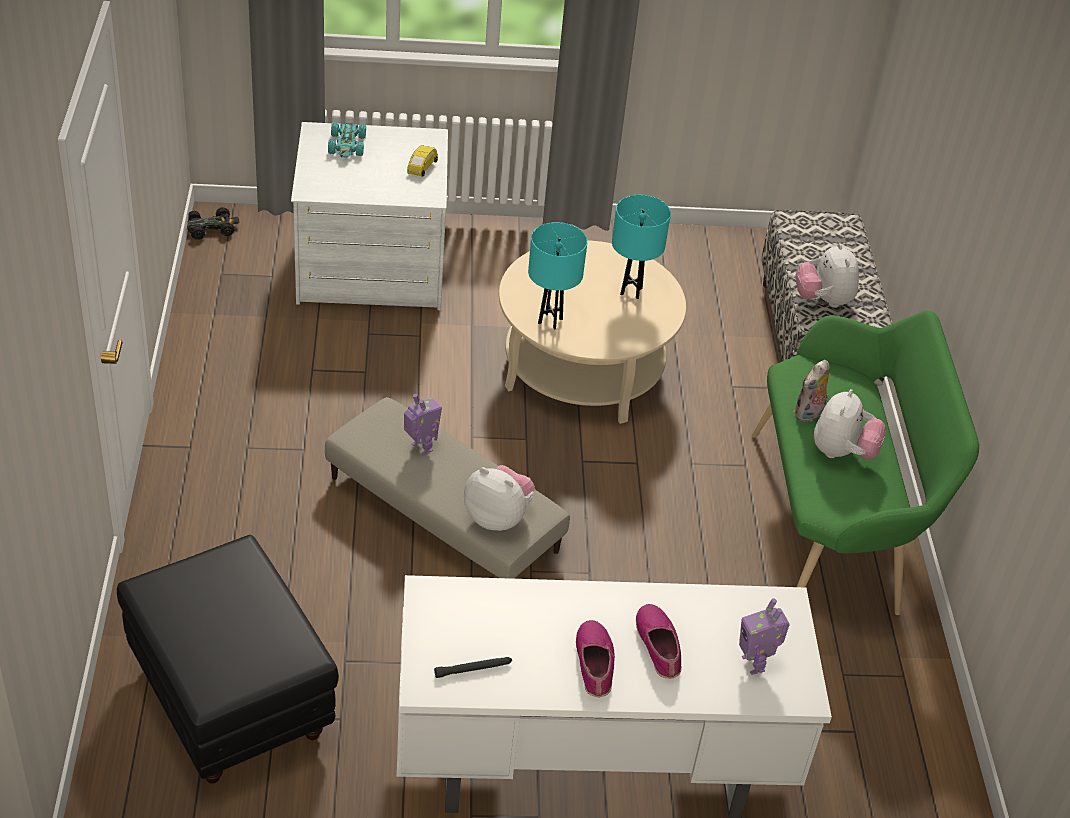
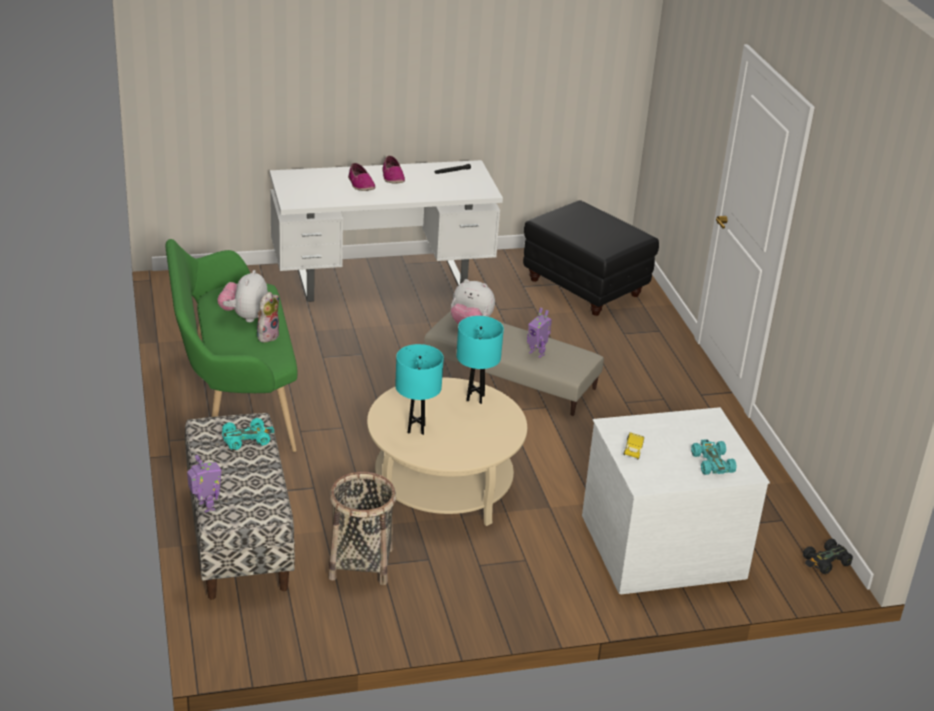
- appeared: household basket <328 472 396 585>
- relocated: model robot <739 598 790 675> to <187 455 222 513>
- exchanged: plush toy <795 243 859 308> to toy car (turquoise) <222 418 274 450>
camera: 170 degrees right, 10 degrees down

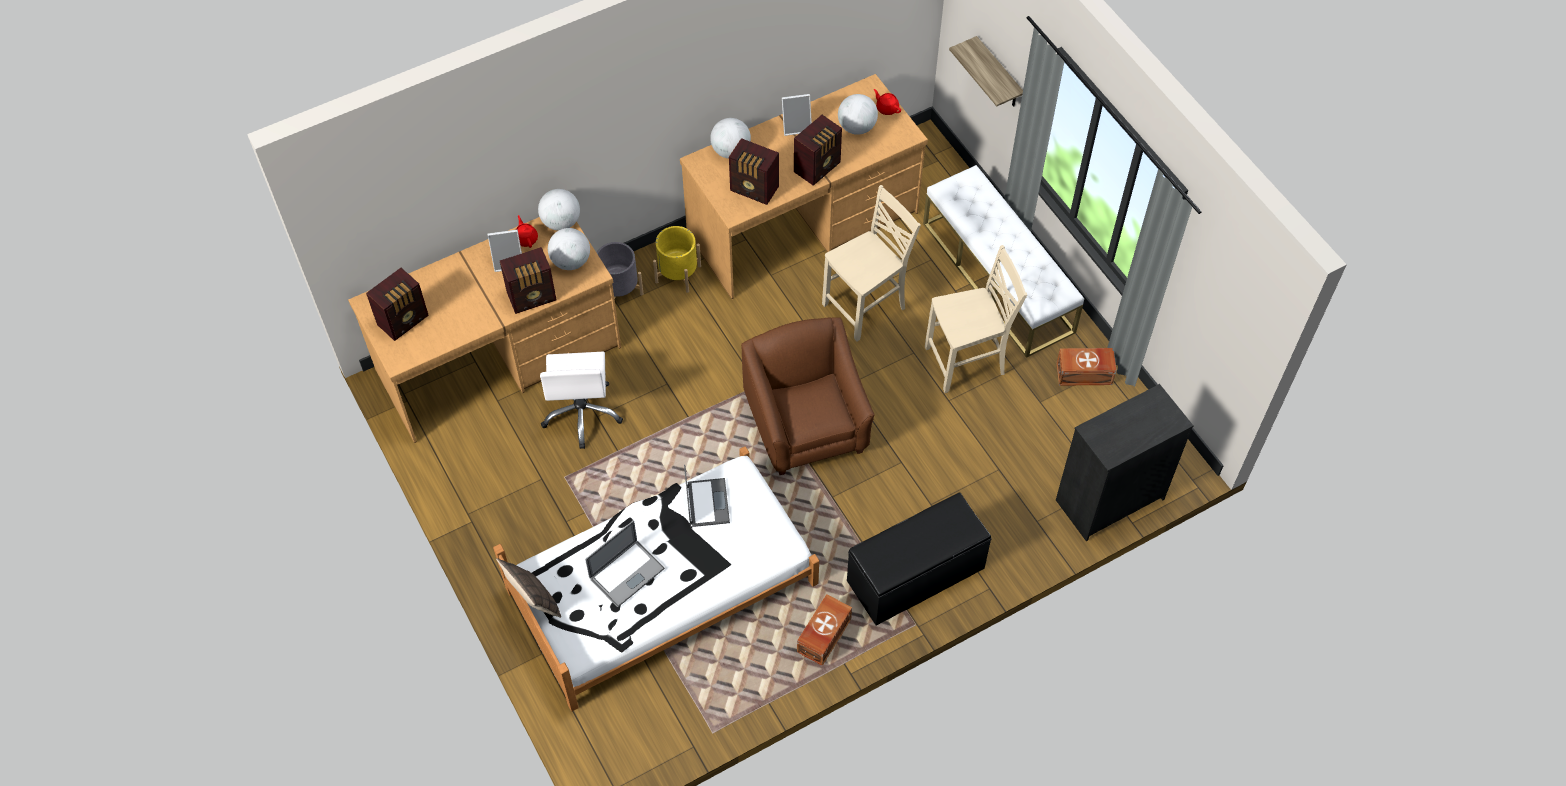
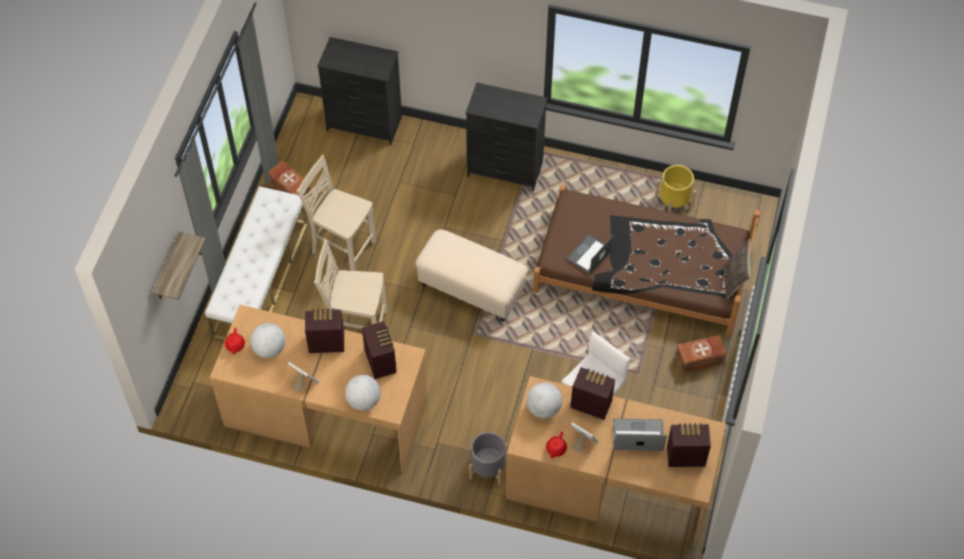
- missing: world globe <538 189 580 231>
- relocated: laptop <585 521 665 607> to <613 419 667 451>
- relocated: flower pot (yellowish) <653 226 701 293> to <655 165 696 213>
- relocated: storage bin (brown) <797 594 852 666> to <676 335 726 373>
- exchanged: easy chair (brown) <741 317 875 475> to footrest (beige-coloured) <416 229 528 321>
- exchanged: long seat (black) <847 492 992 626> to dresser (black) <466 82 547 191>
- colour: sleeping bed (white-coloured) <493 446 819 712> to sleeping bed (brown) <533 184 761 338>
camera: 135 degrees left, 0 degrees up

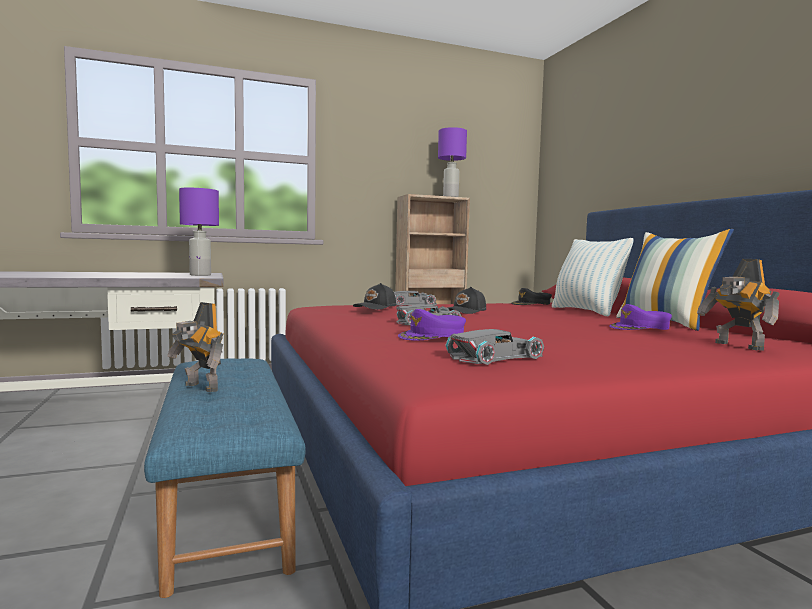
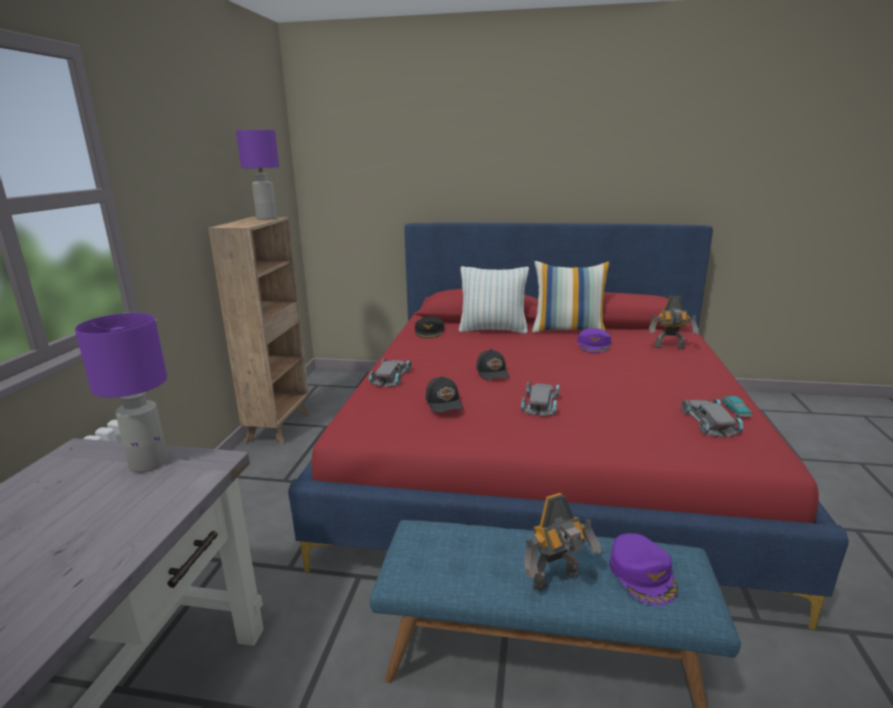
- appeared: toy car <721 396 752 417>
- relocated: baseball cap (purplish) <398 309 466 341> to <610 533 678 605>
camera: 60 degrees left, 15 degrees up

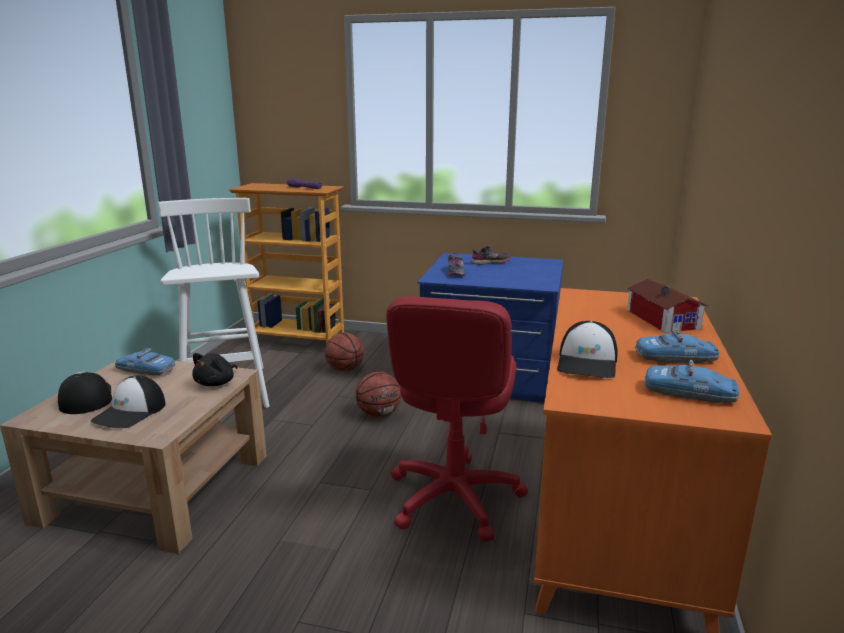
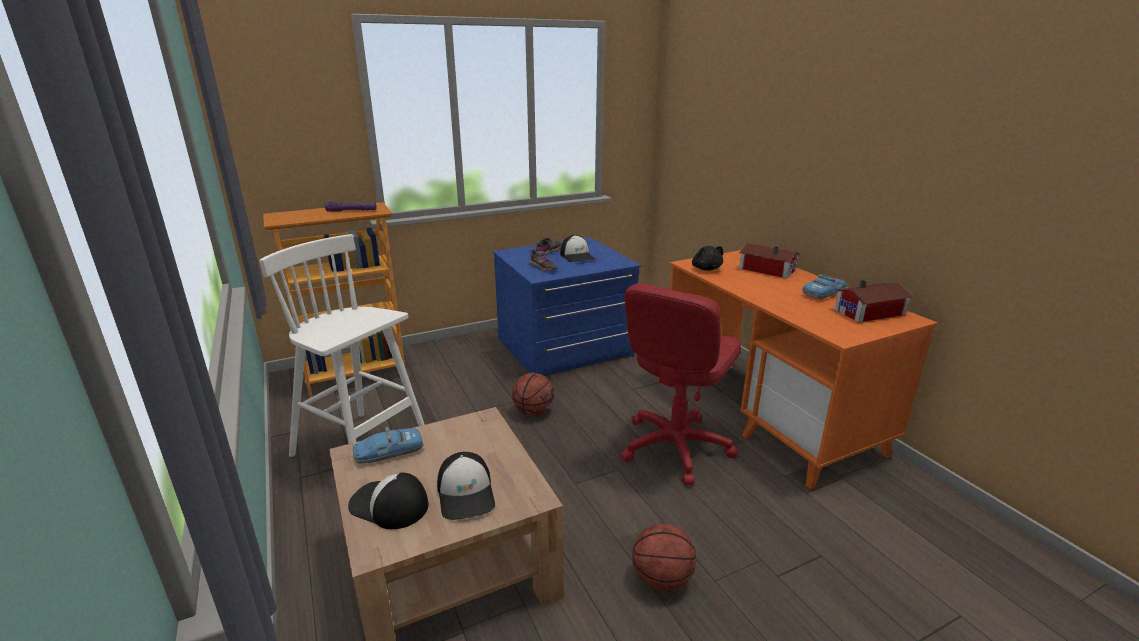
- relocated: plush toy (black) <192 353 237 386> to <692 246 723 271>
- relocated: ball for basketball <325 333 364 371> to <633 524 696 591>
- relocated: baseball cap <557 321 618 378> to <560 235 595 262>
- exchanged: toy car <644 359 739 403> to toy house <834 280 914 323>
- spun: office chair (red-coloured) <386 296 528 542> = <620 283 741 485> 60 degrees clockwise
camera: 40 degrees left, 5 degrees up

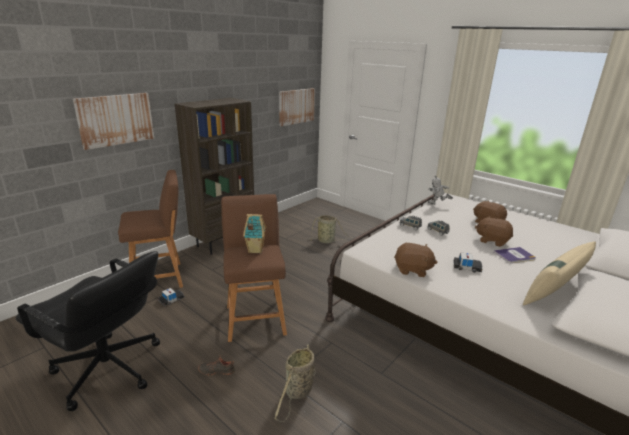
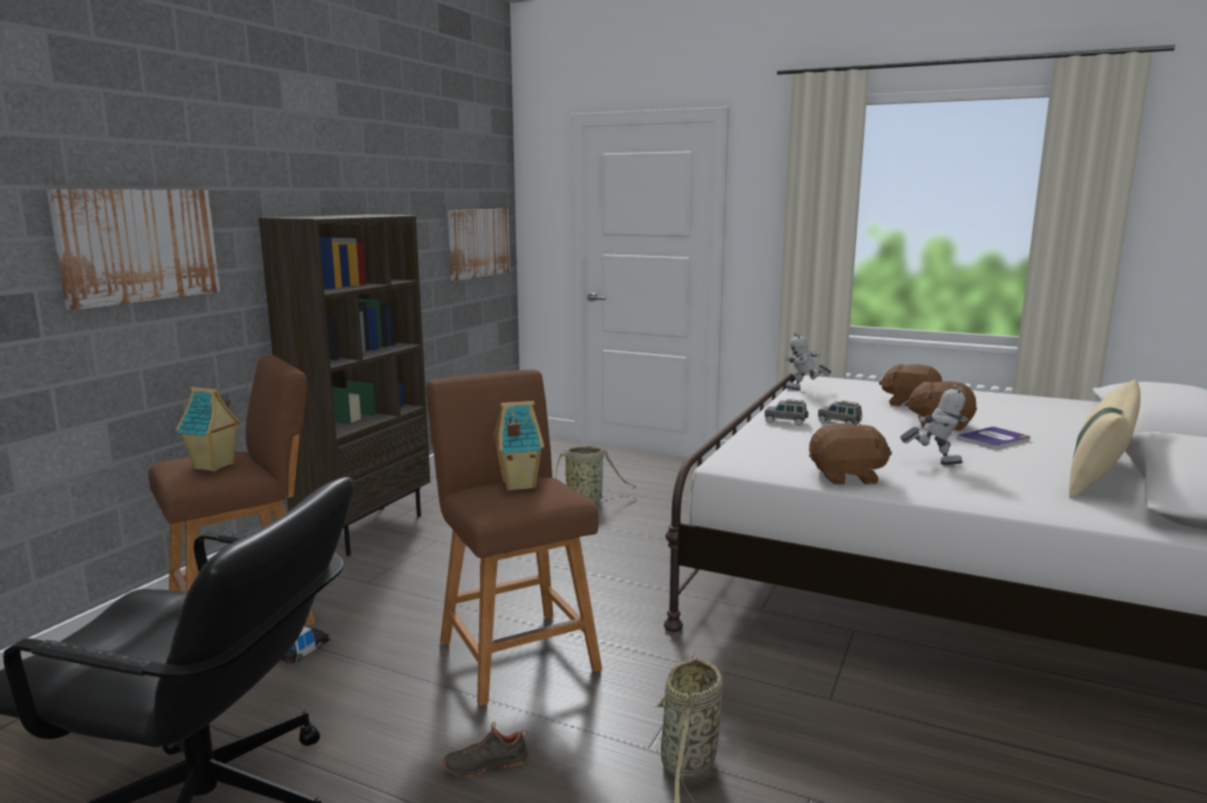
- appeared: toy house <176 387 241 472>
- exchanged: toy car <453 252 482 273> to model robot <900 384 968 465>
camera: 15 degrees left, 10 degrees down

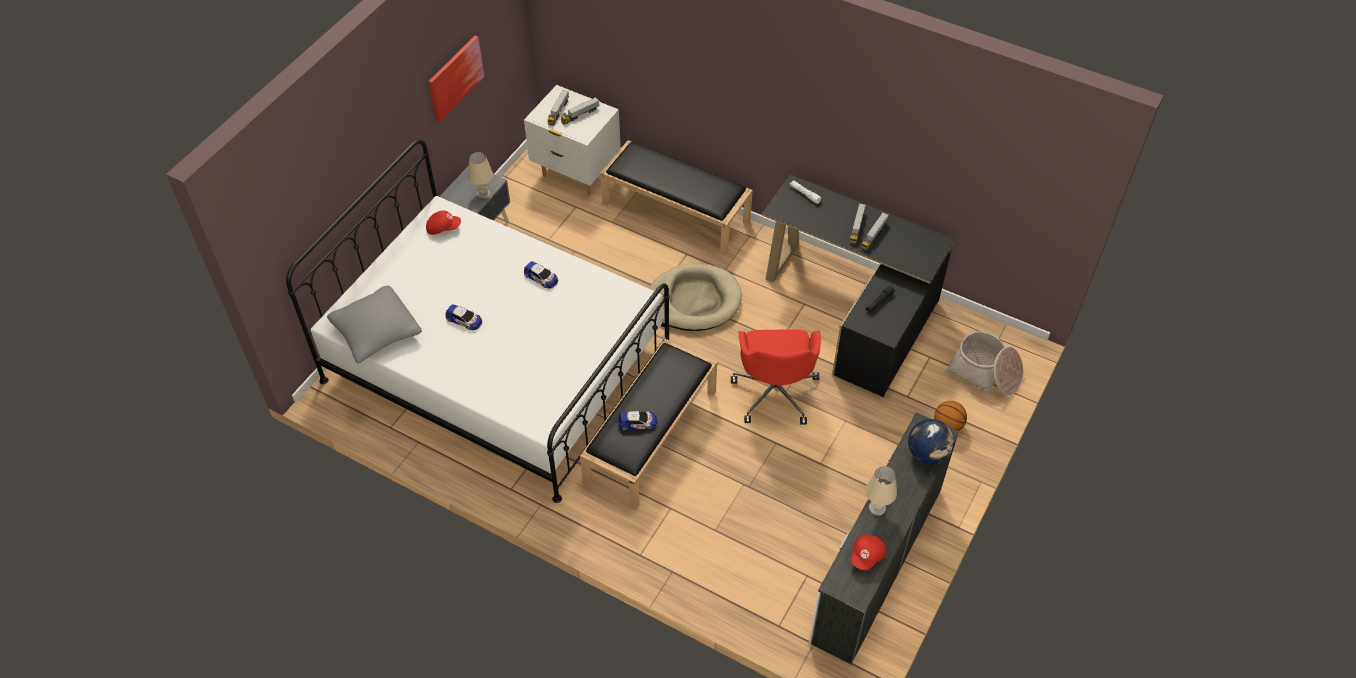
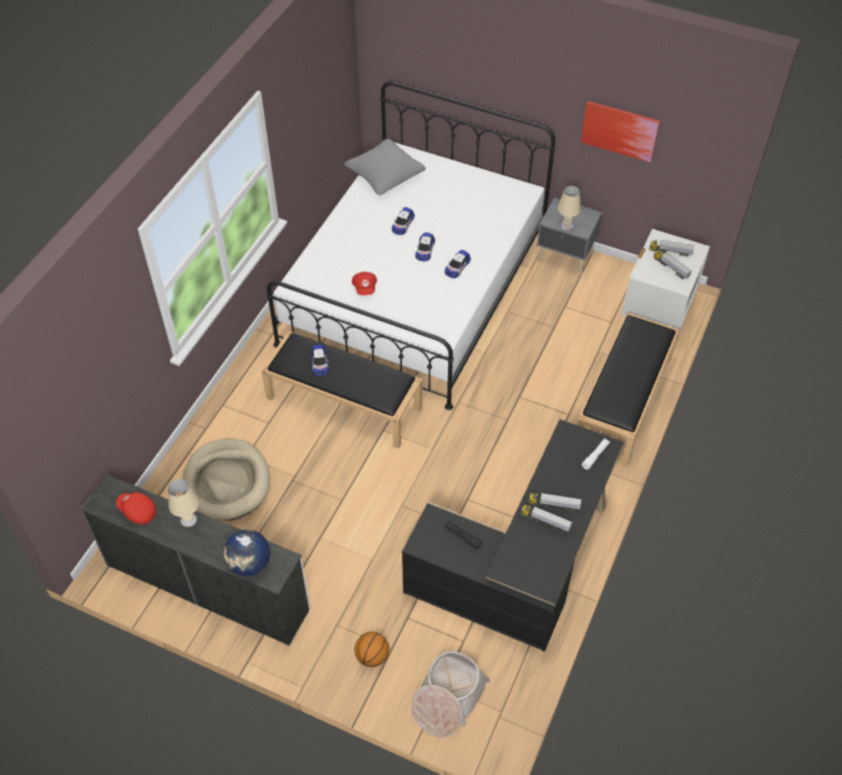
- missing: office chair (red-coloured) <731 329 821 425>
- appeared: toy car <415 233 435 261>
- relocated: baseball cap (red-coloured) <426 210 461 235> to <352 272 377 295>
- relocated: dog bed (beige-coloured) <649 263 742 331> to <182 439 270 521>
camera: 85 degrees right, 0 degrees up

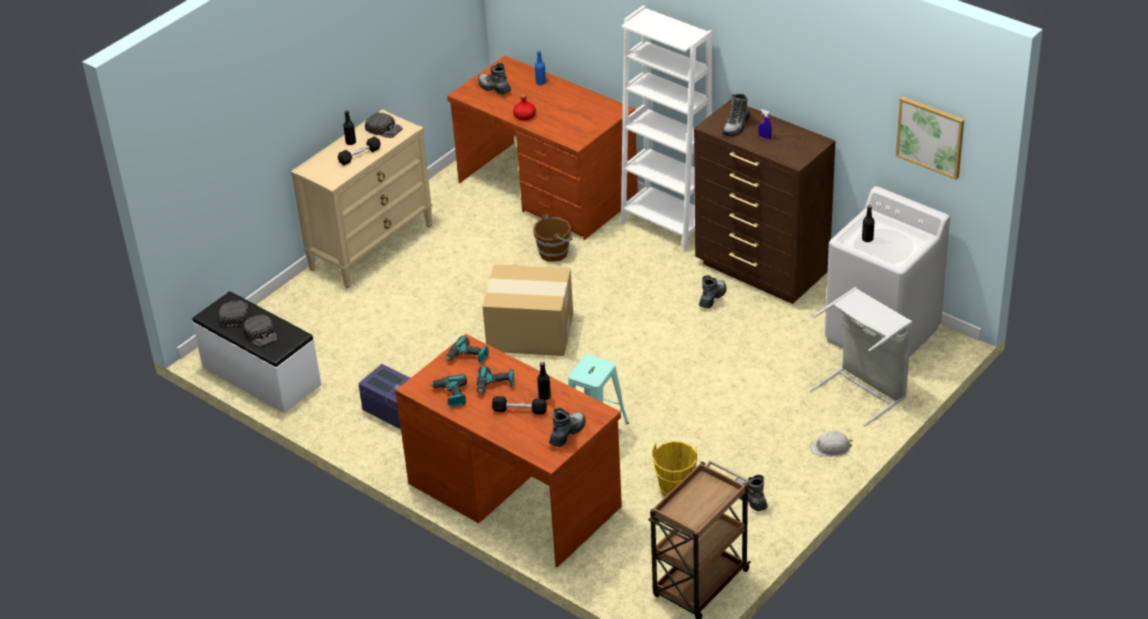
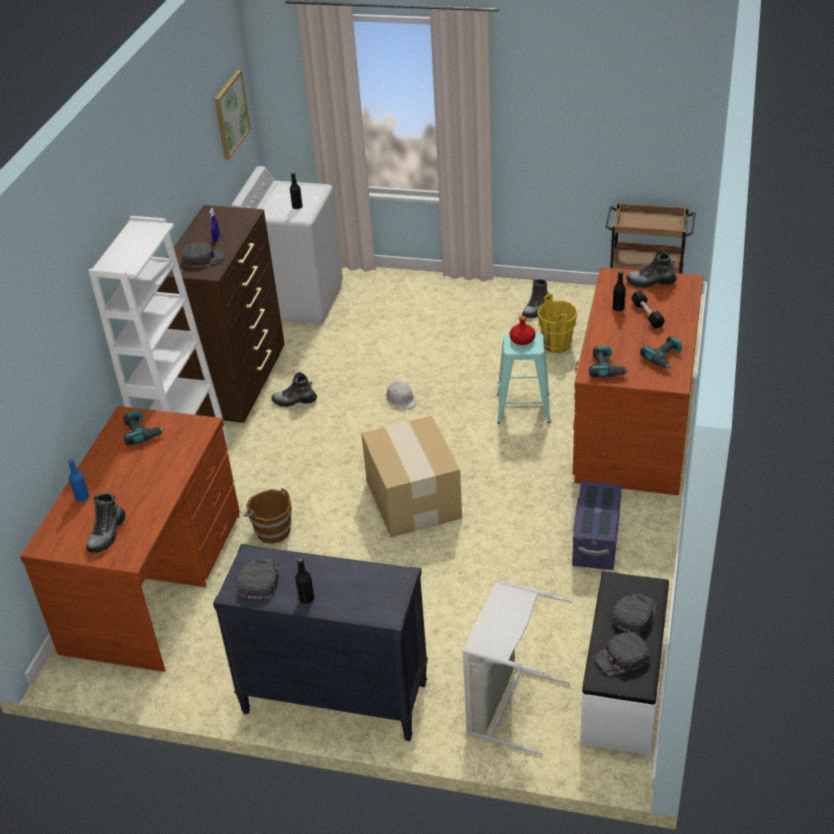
- missing: dumbbell (black) <338 137 381 165>
- relocated: electric drill <477 366 514 394> to <123 410 165 445>
- relocated: beverage bottle (red-coloured) <513 94 536 120> to <510 316 535 345>
- relocated: washing basket (gray) <810 287 912 426> to <462 579 573 755>
- relocated: work helmet (white-coloured) <810 431 852 457> to <386 381 416 410>
- exchanged: high-top boot <722 93 751 136> to baseball cap (black) <182 242 225 267>
- colour: dresser (beige-coloured) <291 109 433 289> to dresser (black) <213 544 428 741>
camera: 115 degrees left, 0 degrees up

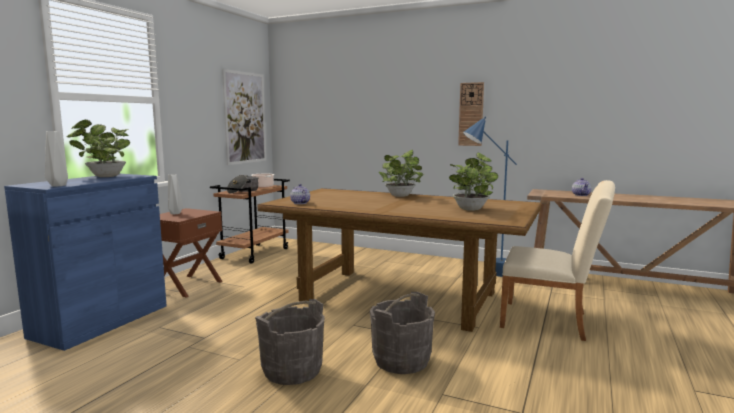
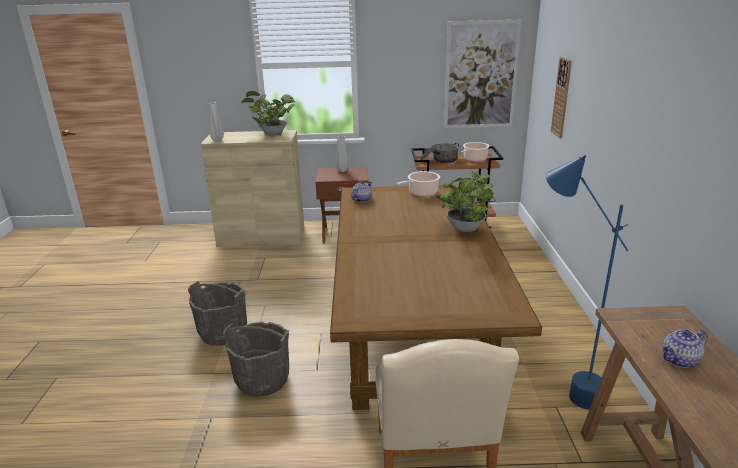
- missing: houseplant <449 153 498 211>
- appeared: saucepot <396 171 440 197>
- relocated: wall clock <458 82 484 146> to <551 57 572 138>
- colour: storage cabinet (blue-coloured) <4 173 167 351> to storage cabinet (beige-coloured) <200 130 304 247>
camera: 65 degrees right, 15 degrees up

